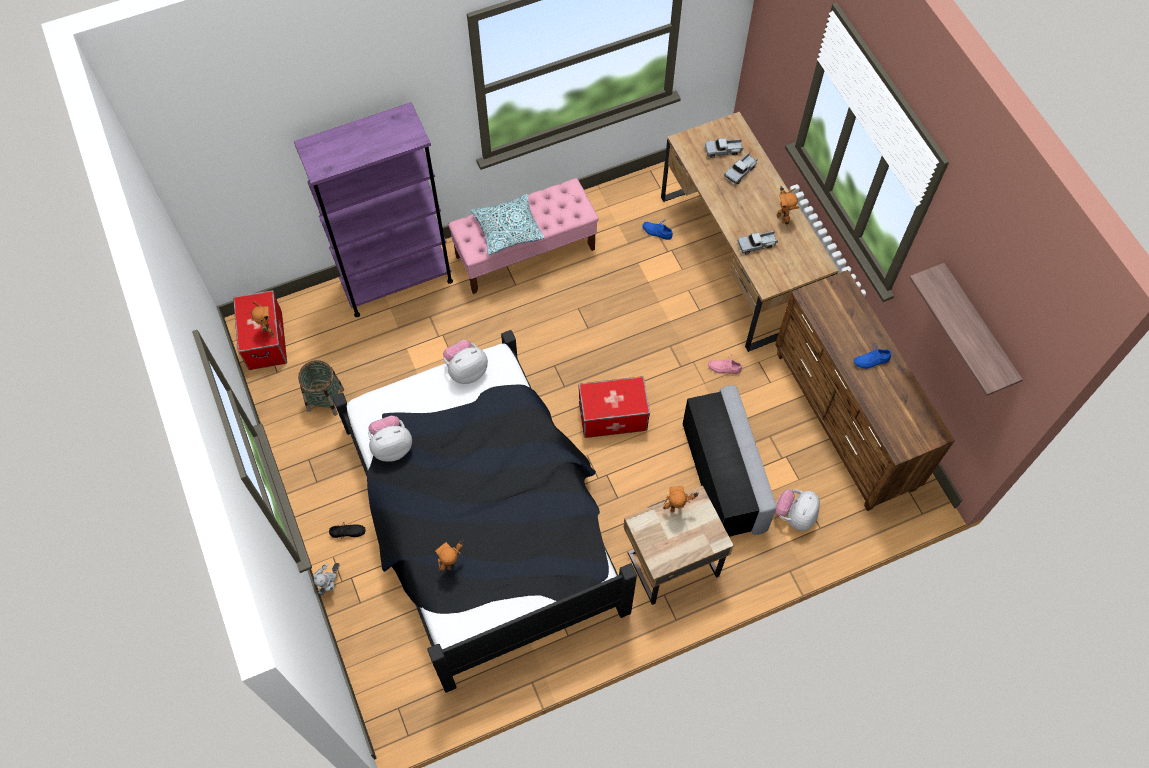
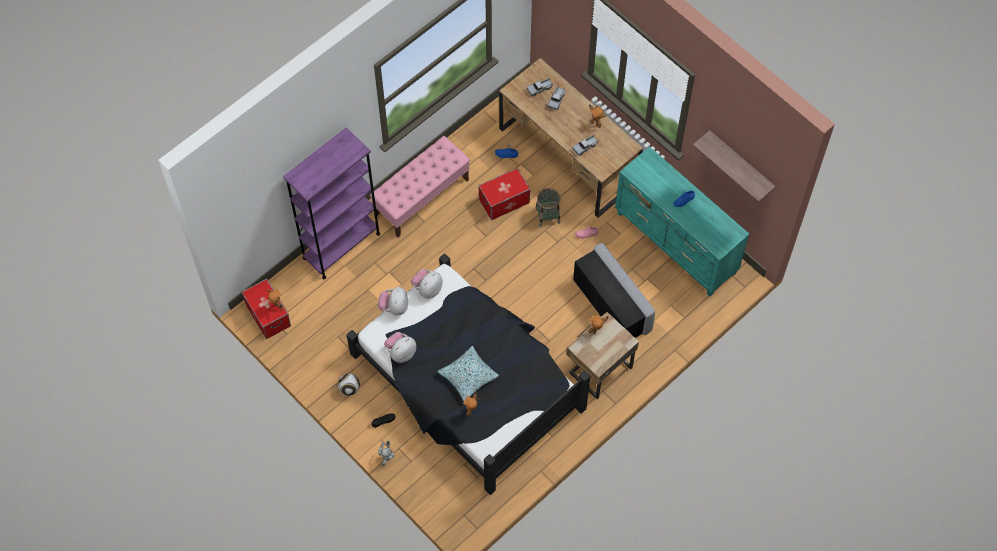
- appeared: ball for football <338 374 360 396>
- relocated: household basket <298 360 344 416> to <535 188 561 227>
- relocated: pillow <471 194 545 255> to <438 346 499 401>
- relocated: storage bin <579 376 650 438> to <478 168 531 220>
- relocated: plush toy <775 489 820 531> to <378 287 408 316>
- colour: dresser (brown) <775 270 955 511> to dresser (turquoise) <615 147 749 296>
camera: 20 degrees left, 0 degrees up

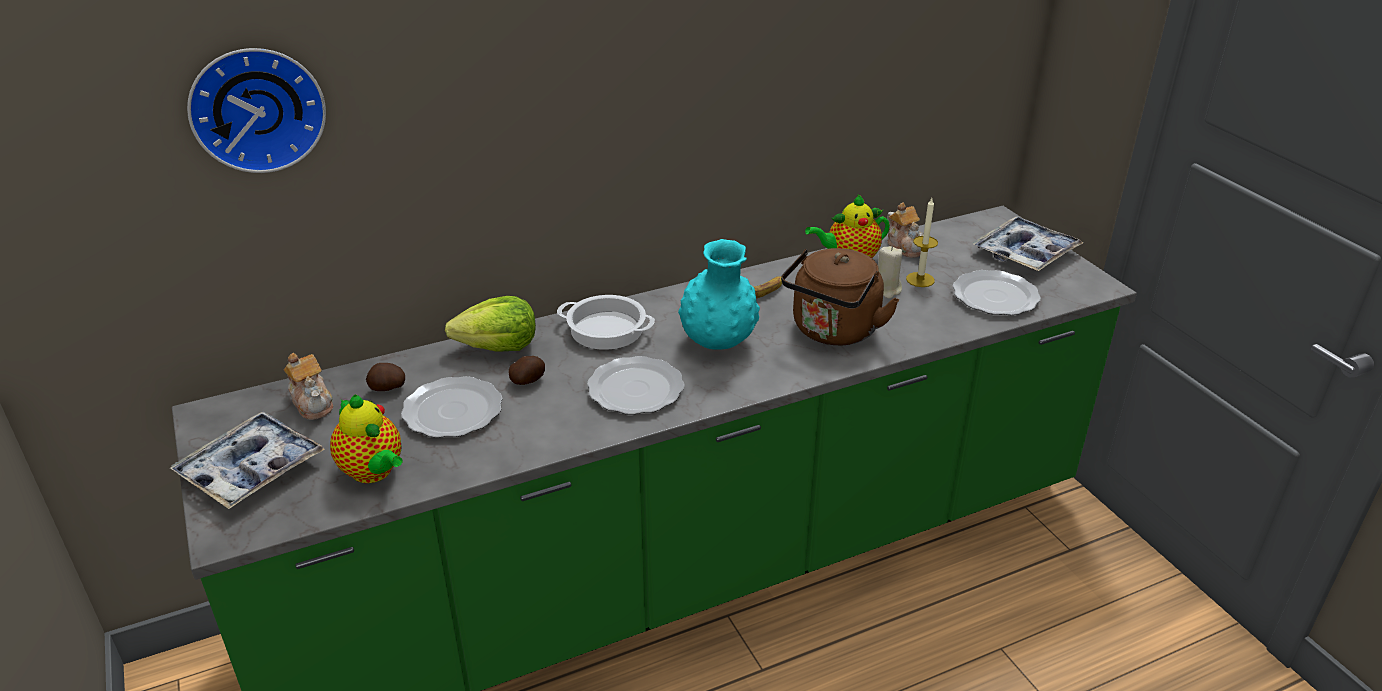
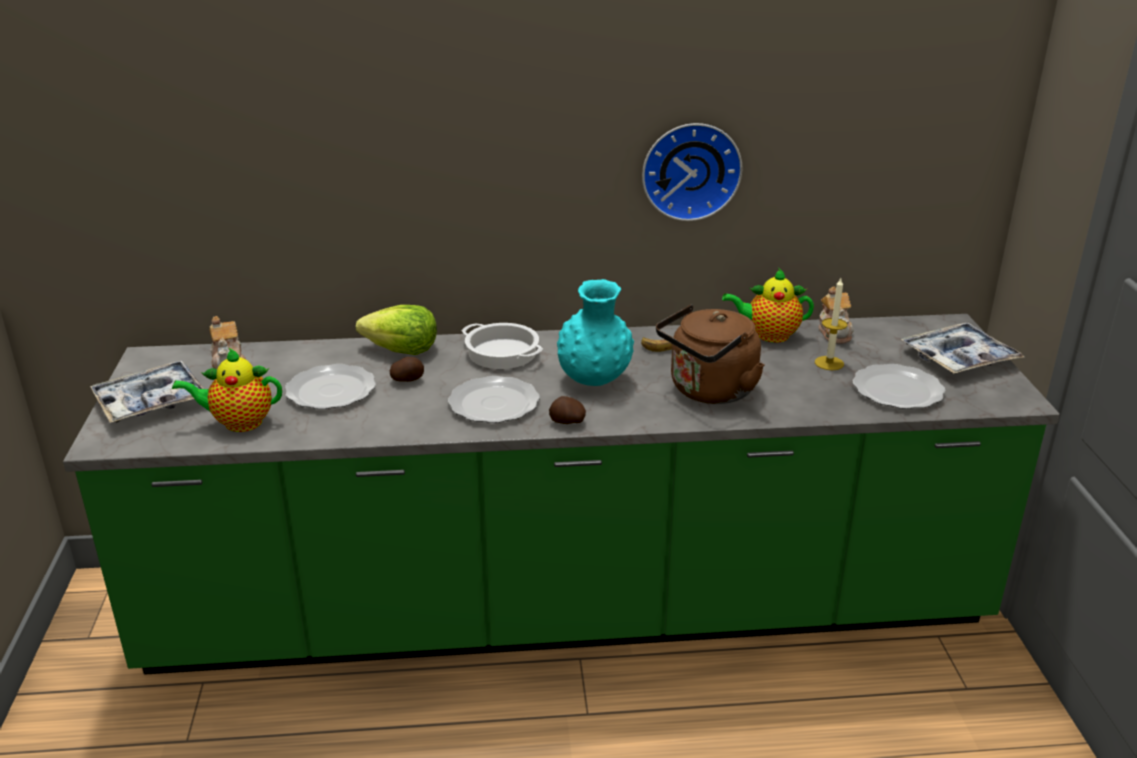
- missing: candle (beige-coloured) <878 246 902 299>
- relocated: wall clock <187 48 326 173> to <642 123 742 221>
- relocated: whole potato <366 363 405 391> to <549 396 586 424>
- spun: pot for tea <330 394 403 483> = <172 348 282 432> 105 degrees clockwise
camera: 20 degrees right, 5 degrees down

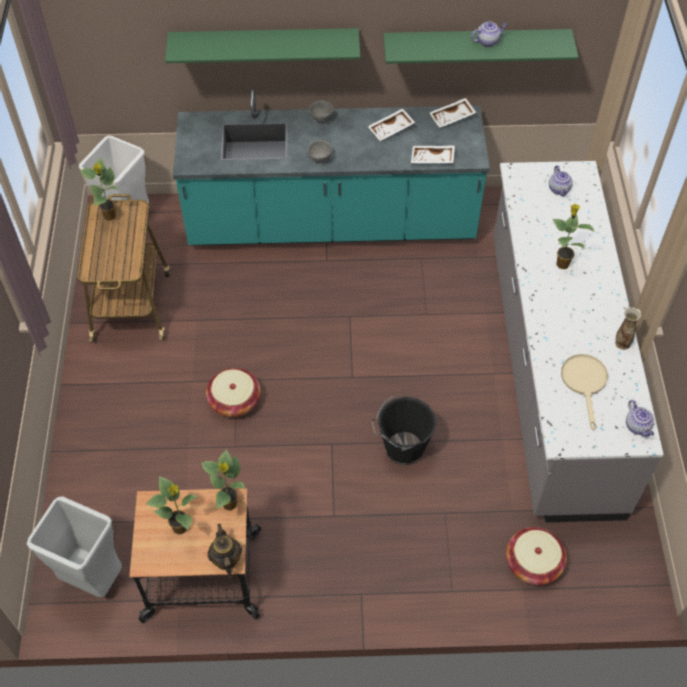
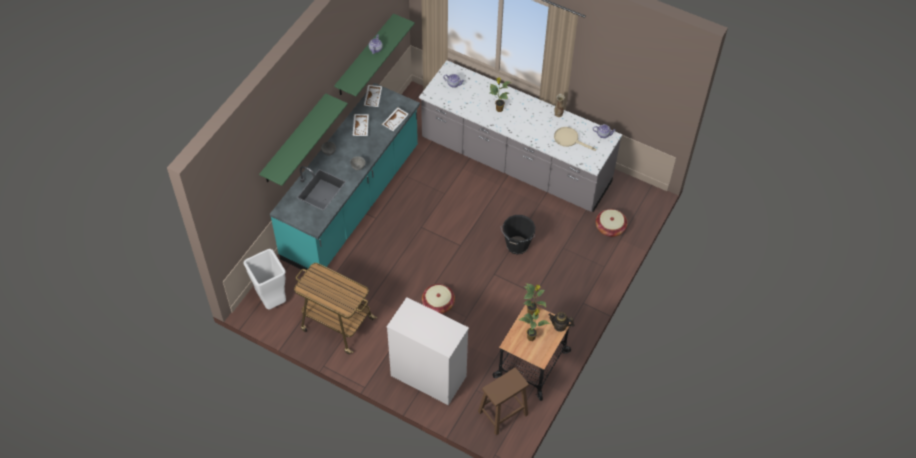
- missing: houseplant <80 157 118 221>
- appeared: dresser (white-coloured) <387 297 469 405>
- exchanged: trash can (gray) <27 496 122 597> to sitting stool (brown) <478 368 529 435>
camera: 60 degrees left, 0 degrees up

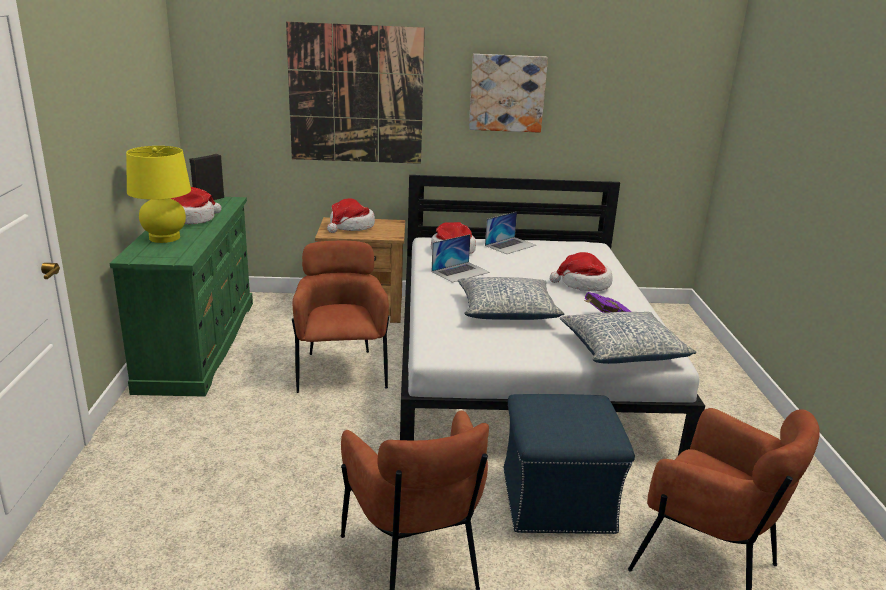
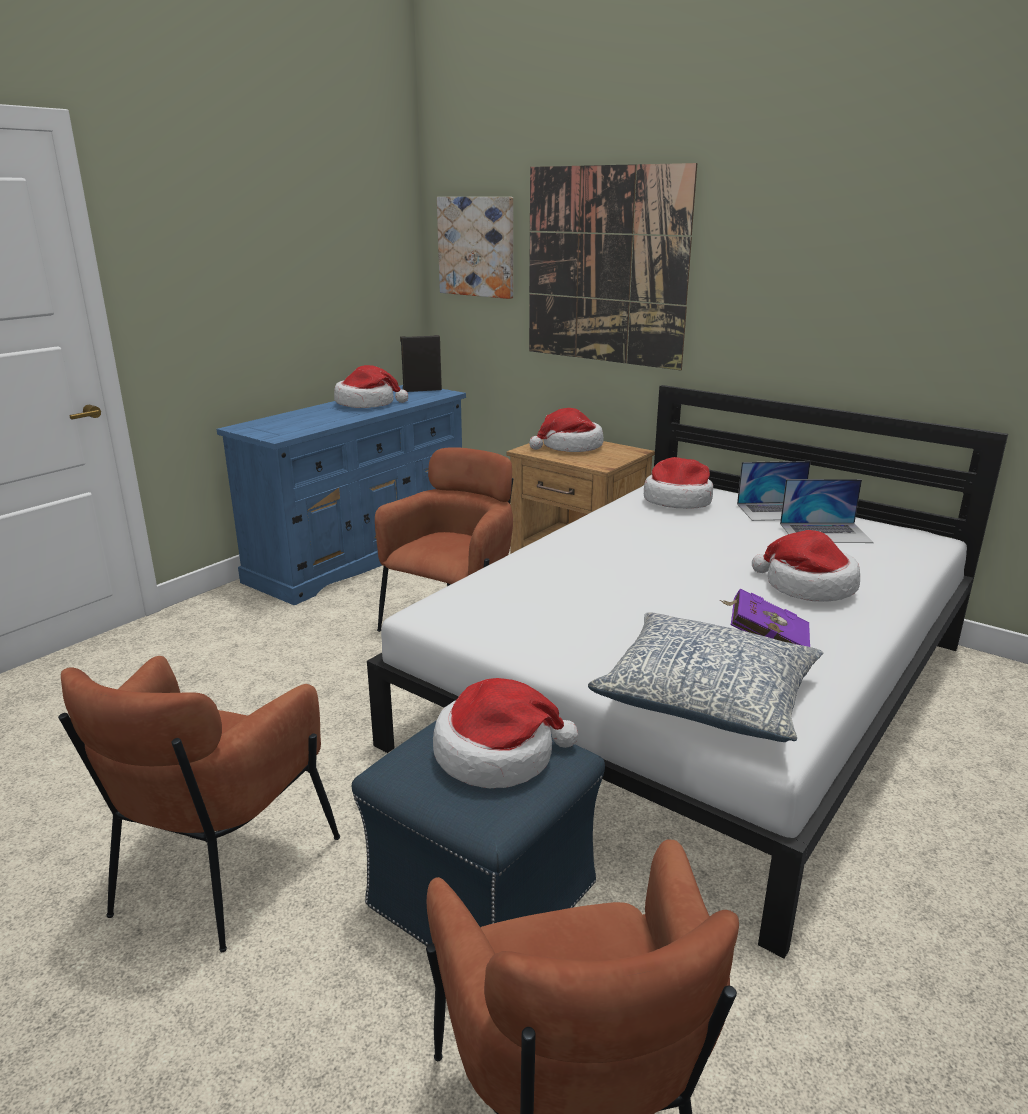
- missing: lamp for a table (yellowish) <126 146 191 243>
- missing: pillow <458 277 564 320>
- appeared: clothing hat <433 678 578 788>
- relocated: laptop <431 234 490 283> to <780 479 874 543>
- relocated: wall art <469 54 548 133> to <437 197 513 299>
- colour: dresser (greenish) <110 197 253 397> to dresser (blue-coloured) <217 385 466 605>
camera: 40 degrees right, 0 degrees up

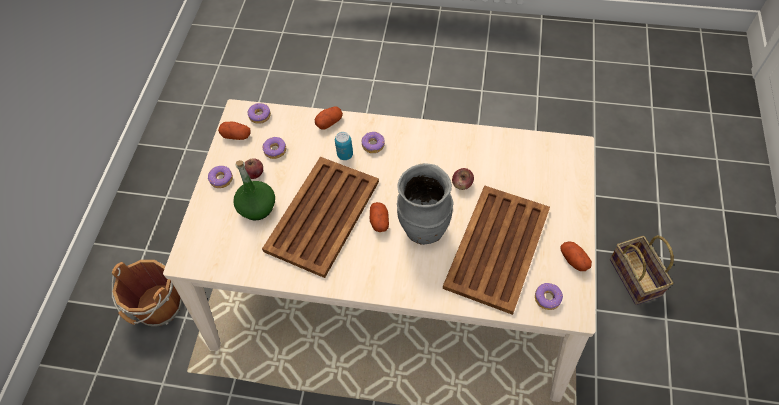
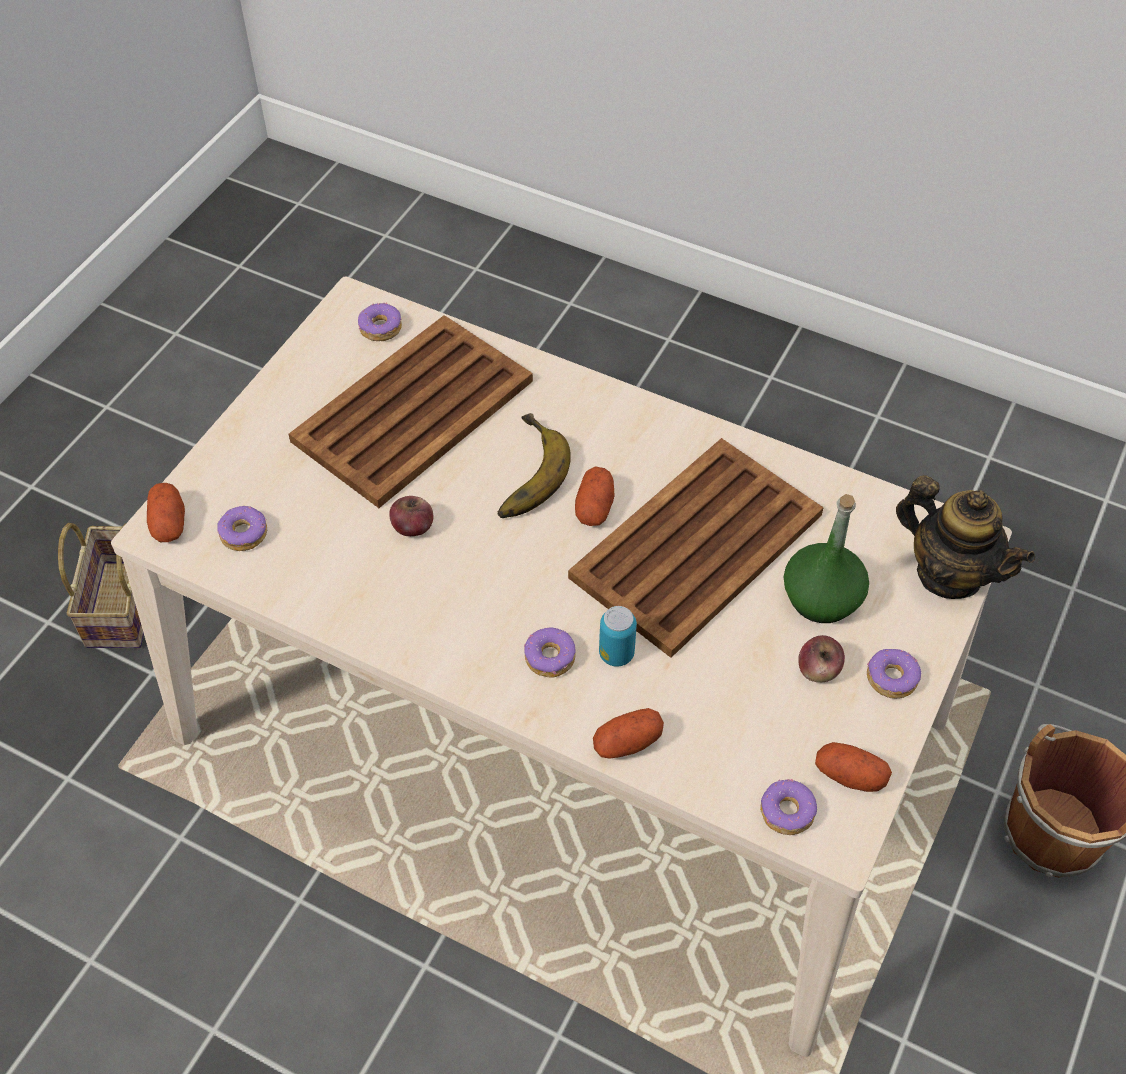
- appeared: pot for tea <896 475 1035 599>
- relocated: doughnut <262 137 286 159> to <217 506 267 551>
- relocated: whole potato <561 241 592 271> to <147 483 185 542>
- exchanged: decorative vase (gray) <397 163 453 245> to banana <498 413 571 518>
camera: 165 degrees left, 5 degrees down

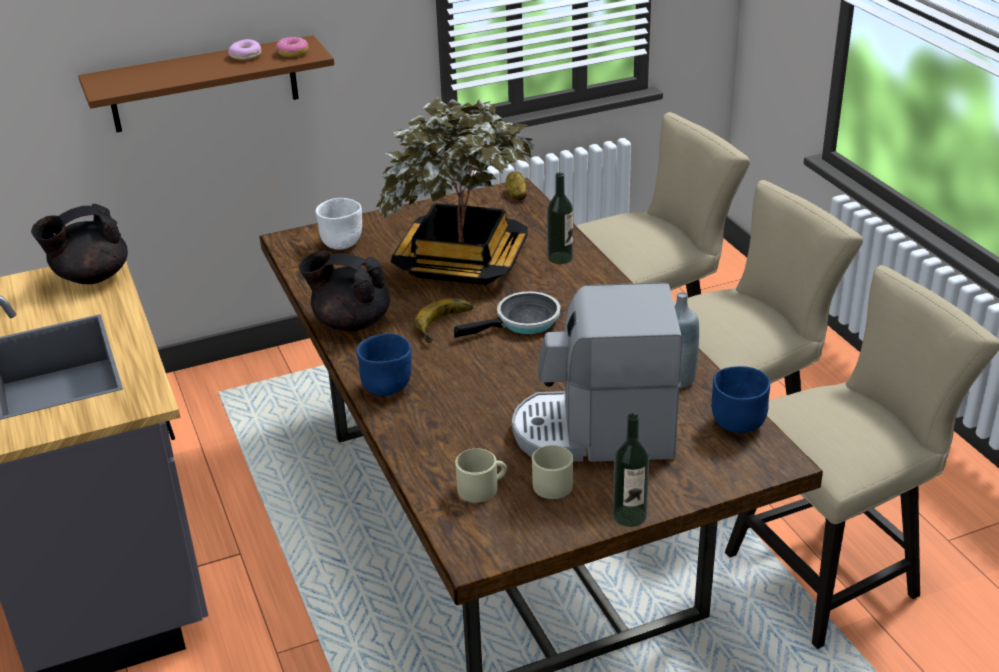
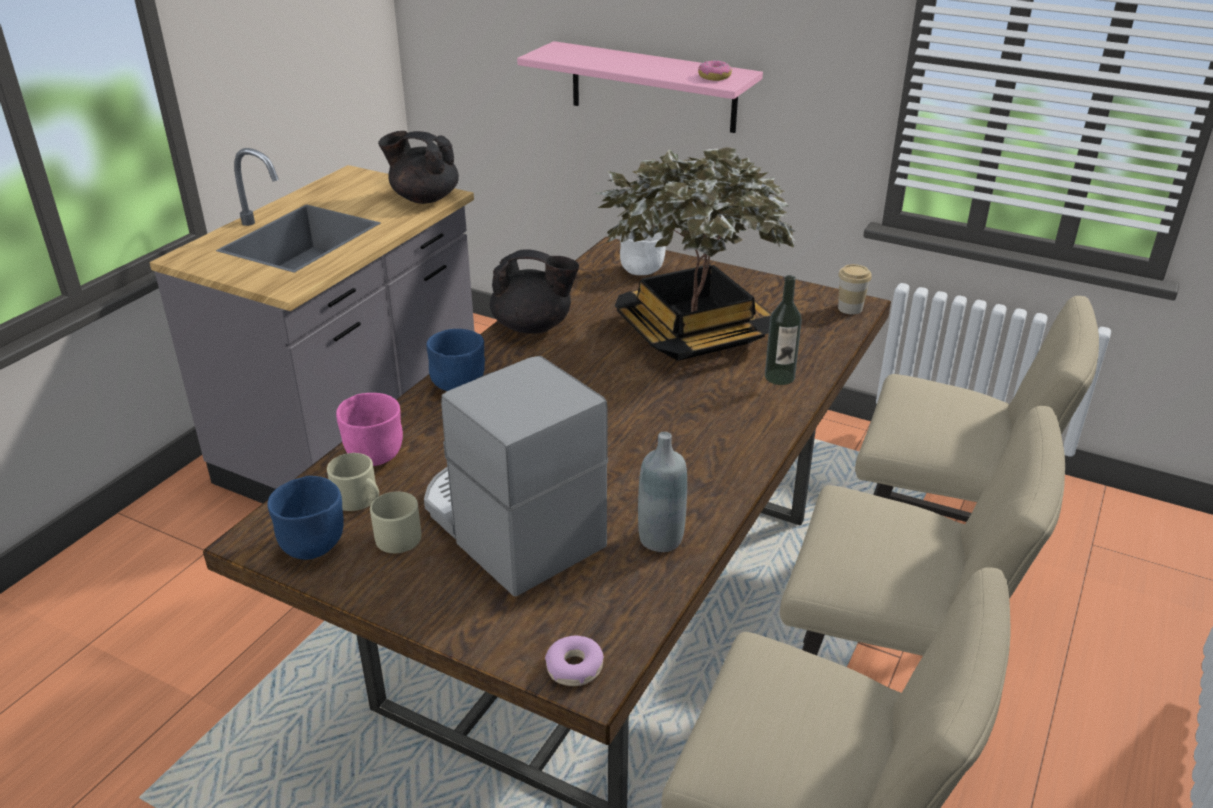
- missing: banana <414 298 473 343>
- missing: frying pan <454 291 560 338>
- missing: beverage bottle <613 413 649 527>
- appeared: deep dish (pinkish) <336 393 403 466>
- relocated: doughnut <228 39 261 60> to <545 636 604 686>
- relocated: deep dish (blue-coloured) <711 366 770 433> to <267 476 344 560>
- exchanged: whole potato <506 172 527 200> to cup <838 264 872 314>
- colour: shelf (brown) <78 35 334 132> to shelf (pinkish) <517 41 763 133>
- spun: pot for tea (black) <299 251 390 332> = <490 249 579 333> 120 degrees clockwise
camera: 50 degrees right, 0 degrees up

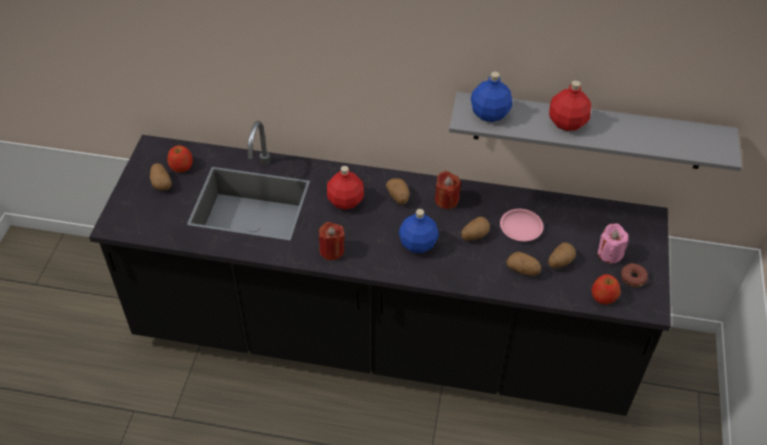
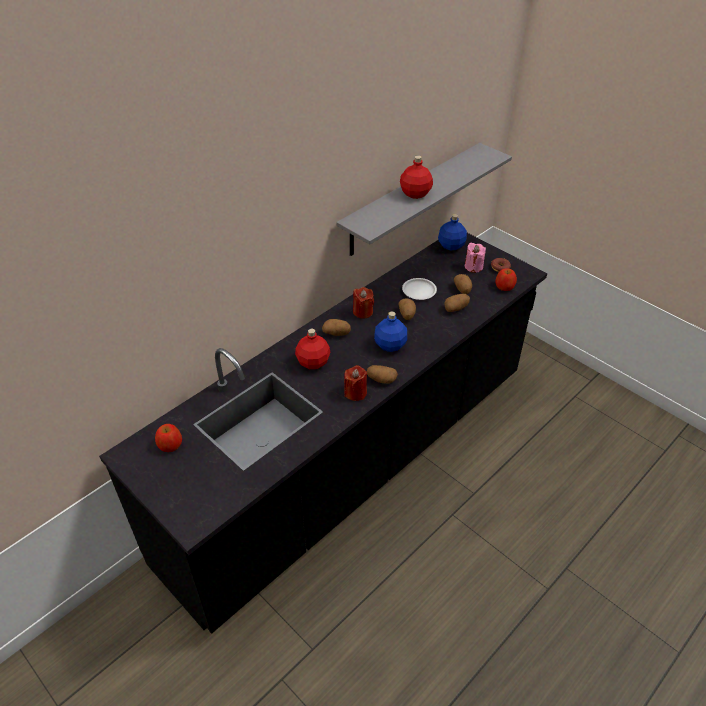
- relocated: whole potato <150 163 172 191> to <367 365 398 384>
- relocated: beverage bottle (blue-coloured) <471 71 512 122> to <438 214 467 250>
- colour: dinner plate (pinkish) <500 209 543 241> to dinner plate (white-coloured) <402 278 437 300>
camera: 55 degrees left, 5 degrees down

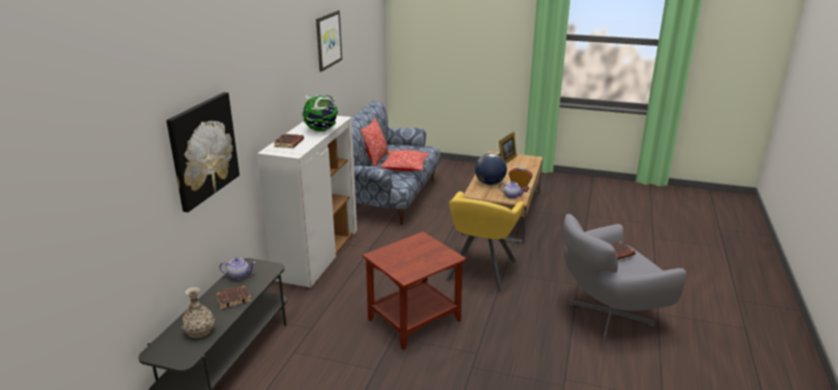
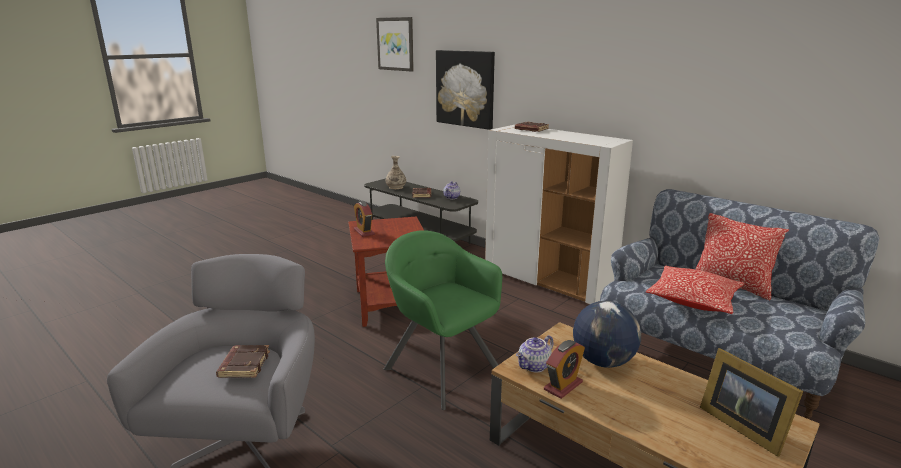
- missing: world globe <302 94 338 132>
- appeared: alarm clock <354 201 375 237>
- relocated: wall art <316 10 342 72> to <376 17 414 72>
- colour: easy chair (yellowish) <446 191 524 292> to easy chair (greenish) <384 230 502 410>
camera: 115 degrees right, 5 degrees down

